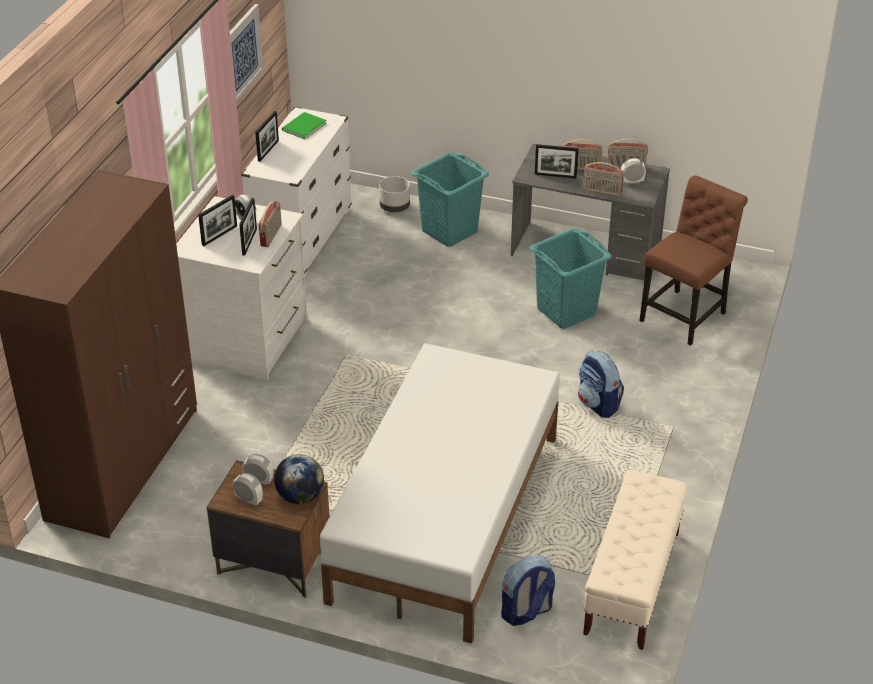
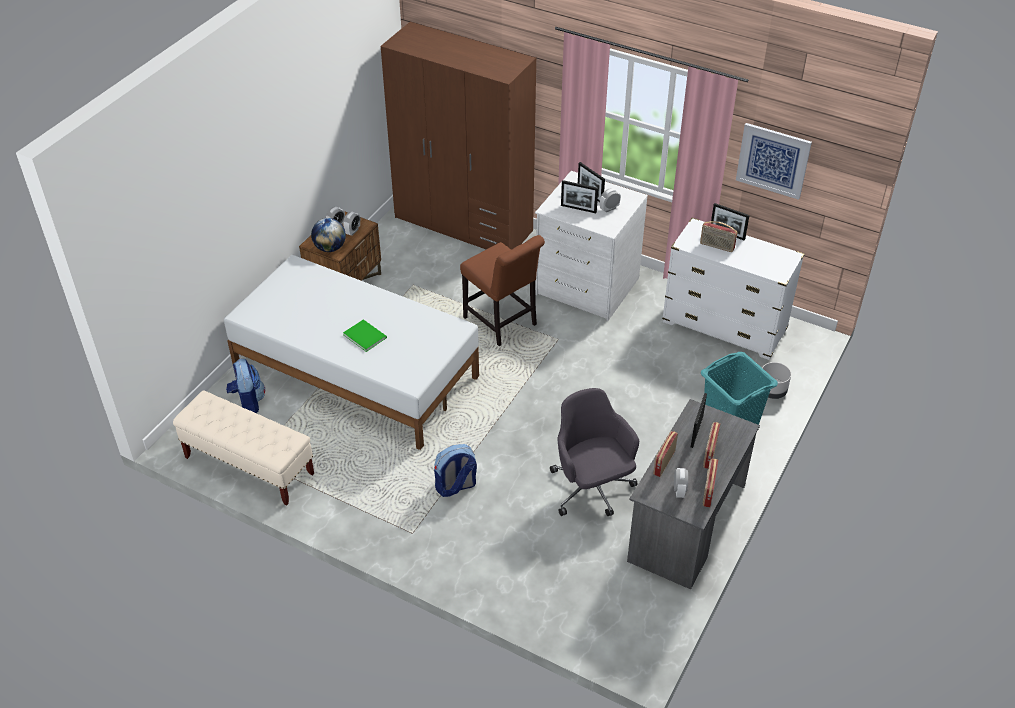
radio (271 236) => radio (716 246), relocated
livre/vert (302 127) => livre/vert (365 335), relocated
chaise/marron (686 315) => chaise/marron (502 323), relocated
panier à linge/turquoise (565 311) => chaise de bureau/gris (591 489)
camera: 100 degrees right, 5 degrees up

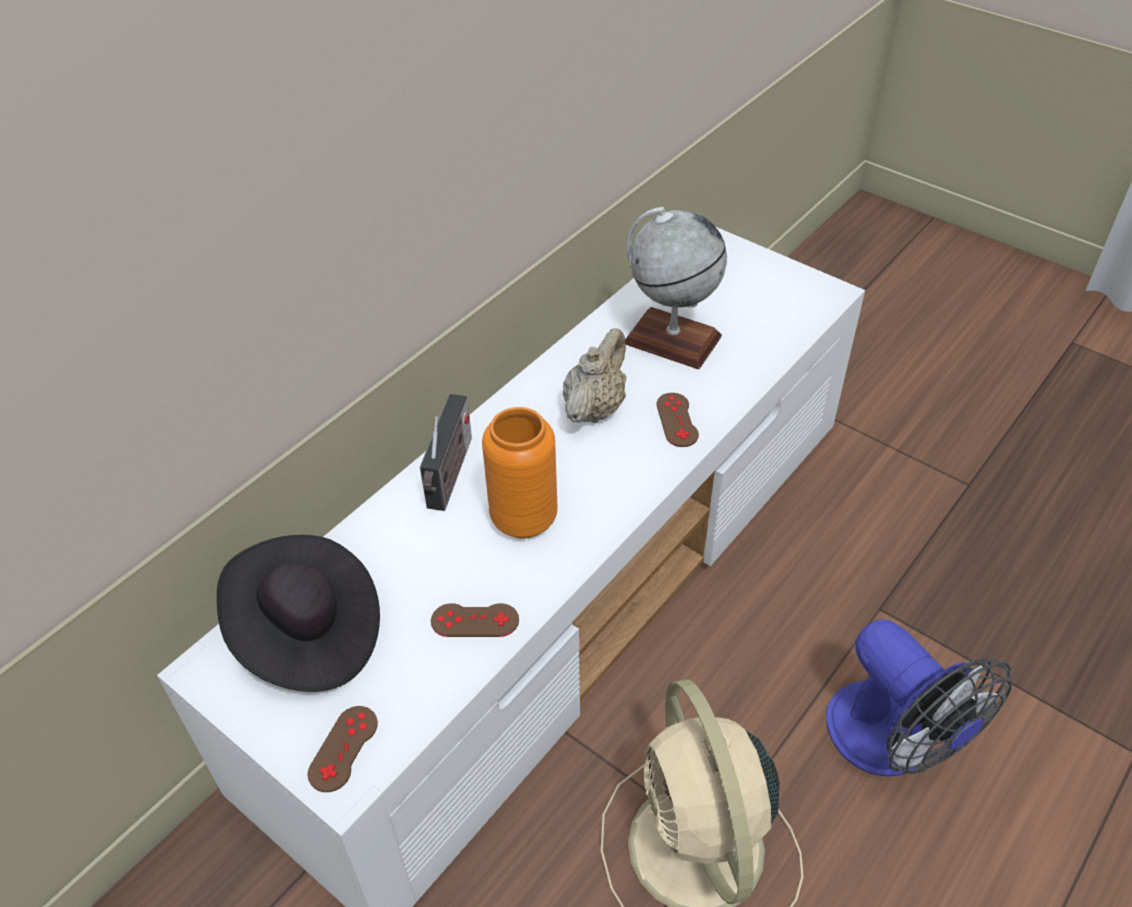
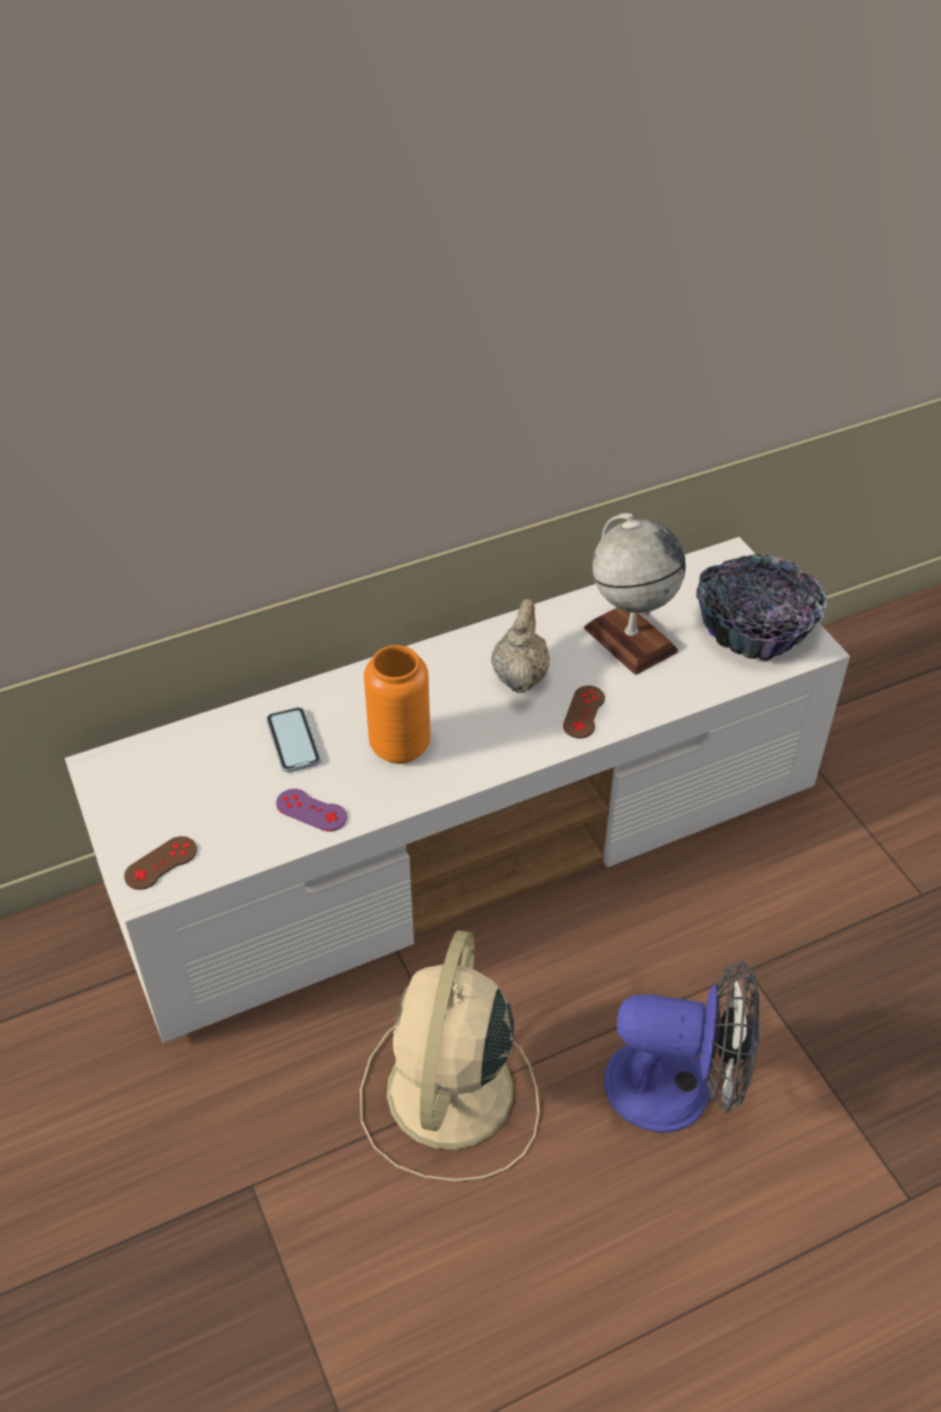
chapeau/noir (307 635) => nothing
radio (450 476) => nothing
nothing => téléphone (293 741)
nothing => bol (756 627)
manette/marron (475 620) => manette/violet (311 810)
théière/beige (595 407) => théière/beige (520 676), 45 degrees counterclockwise
ventilateur (892 744) => ventilateur (678 1088), 75 degrees counterclockwise
camera: 25 degrees right, 0 degrees up

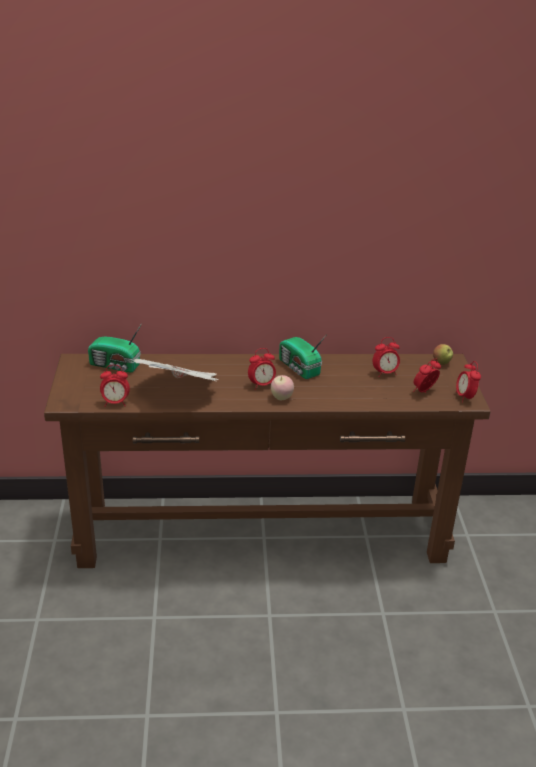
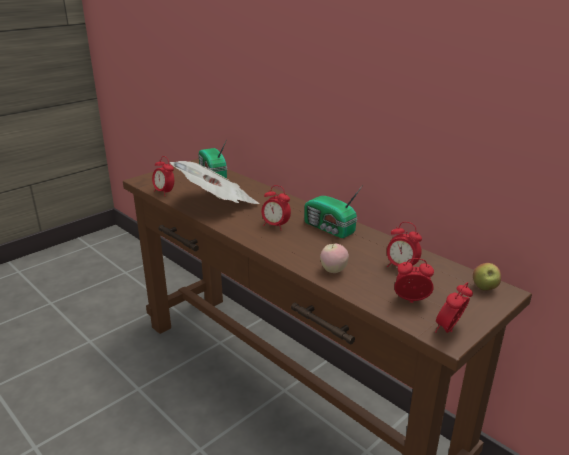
pomme (281 398) => pomme (333 270), relocated
radio (299 368) => radio (329 229), 60 degrees counterclockwise
camera: 50 degrees right, 5 degrees down

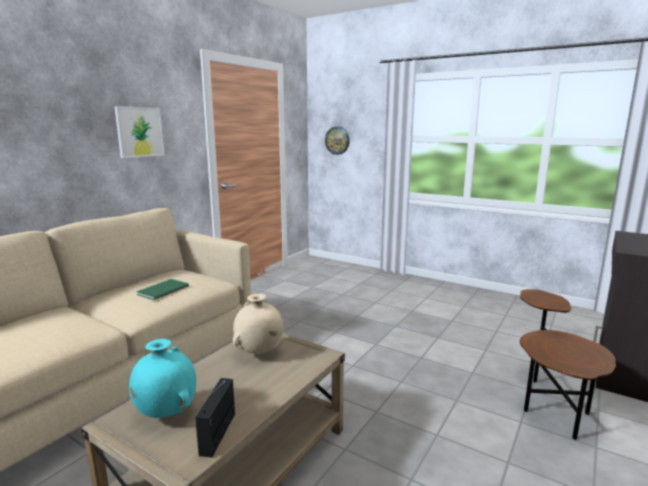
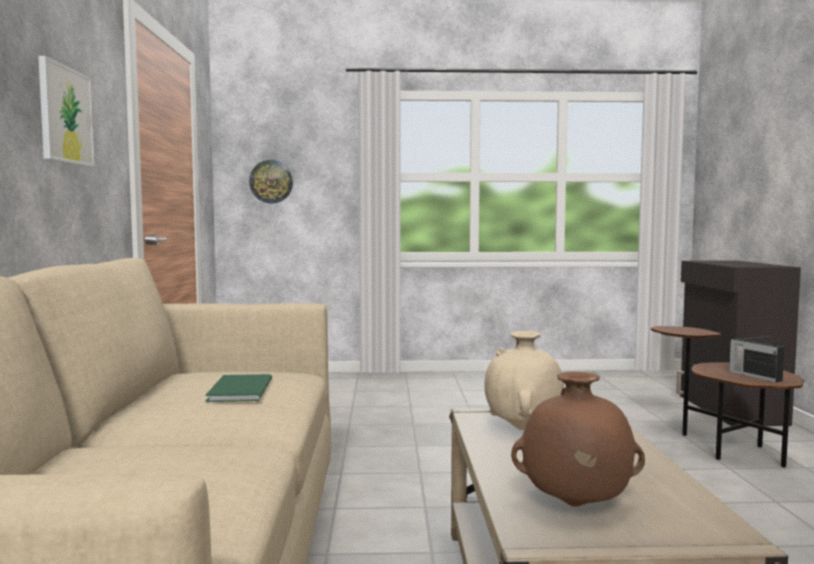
radio (218 432) => radio (754 376), relocated
vase/turquoise (166 413) => vase/marron (575 506)
camera: 35 degrees left, 10 degrees down

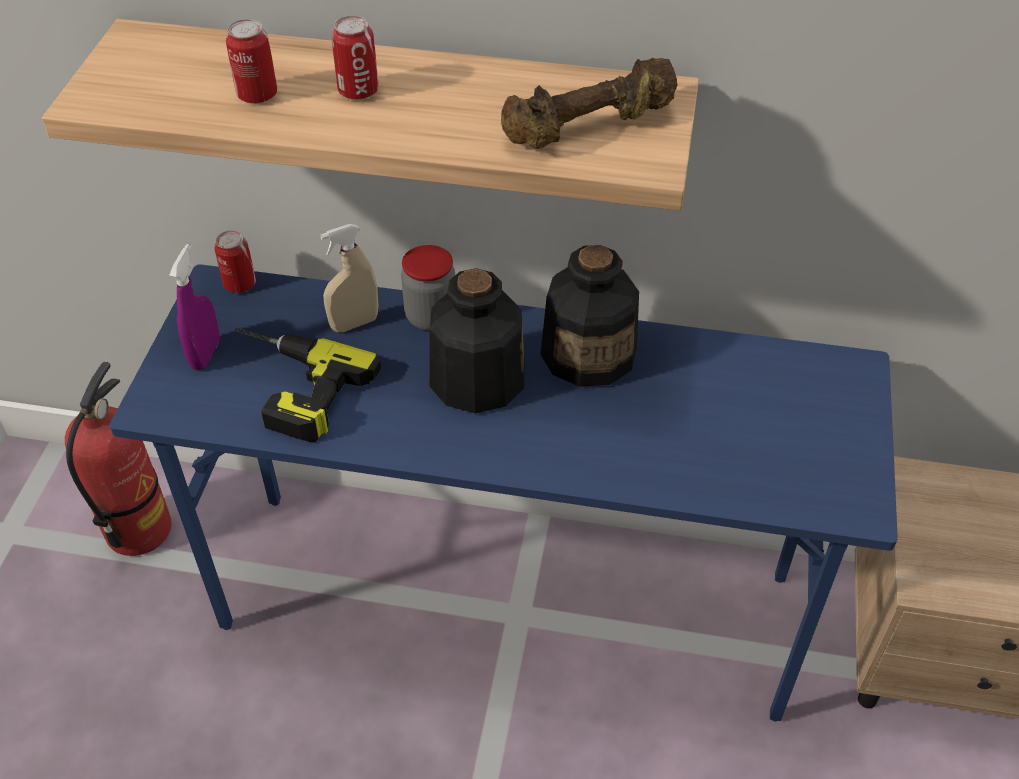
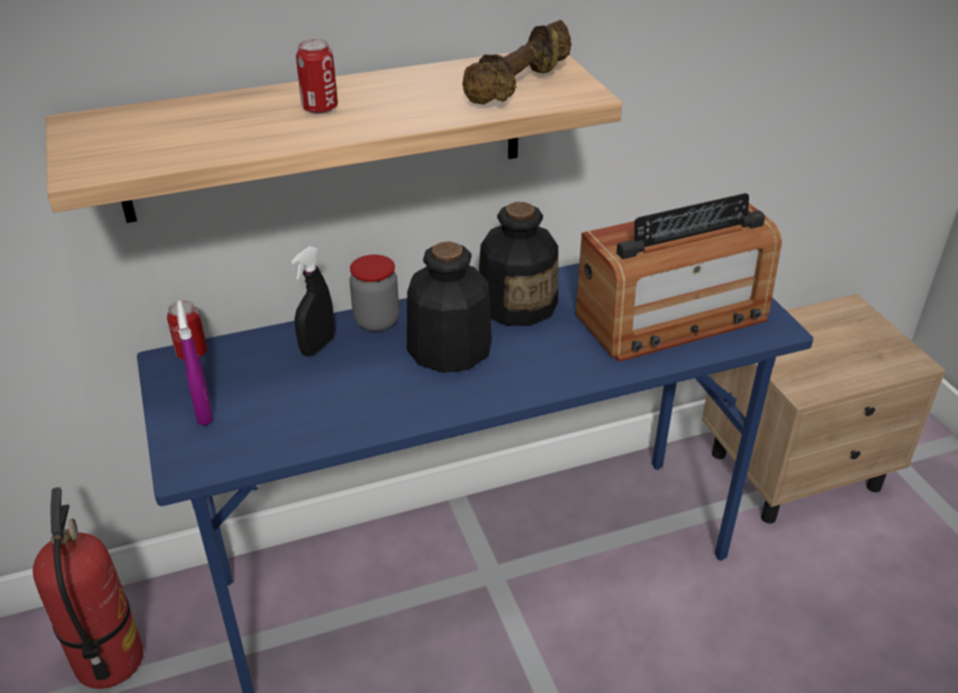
boîte métallique (257 95) => nothing
perceuse (287 387) => nothing
nothing => radio (672 317)
vaporisateur/beige (354 323) => vaporisateur/noir (317 346)
camera: 30 degrees left, 10 degrees down

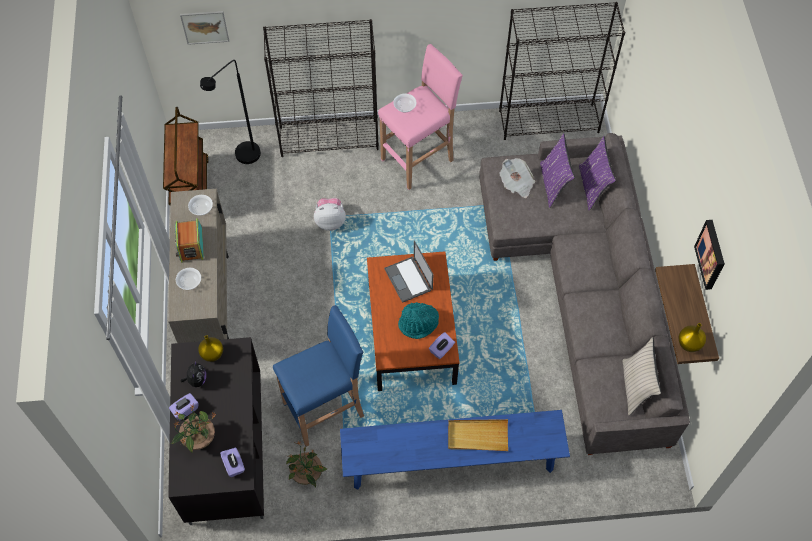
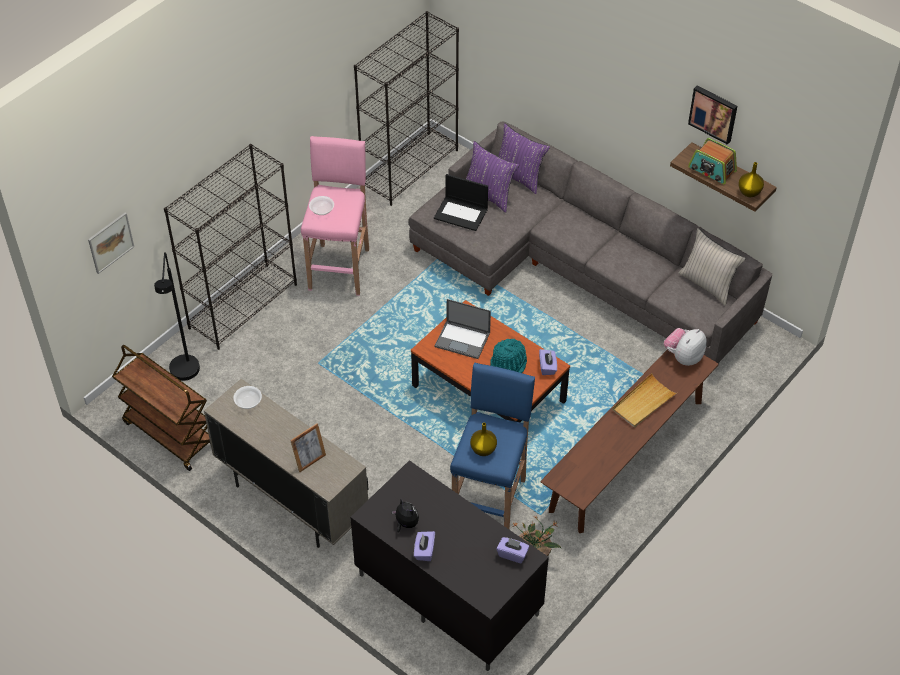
plante en pot (199 439) => nothing
radio (191 245) => radio (711 170), relocated
vase/jaune (212 354) => vase/jaune (482 449), relocated
peluche (330 221) => peluche (683 357), relocated
bol (190 282) => cadre photo (310 460)
journal (516 183) => ordinateur portable (461 213)
banc/bleu (452 462) => banc/marron (627 455)
camera: 45 degrees left, 10 degrees down

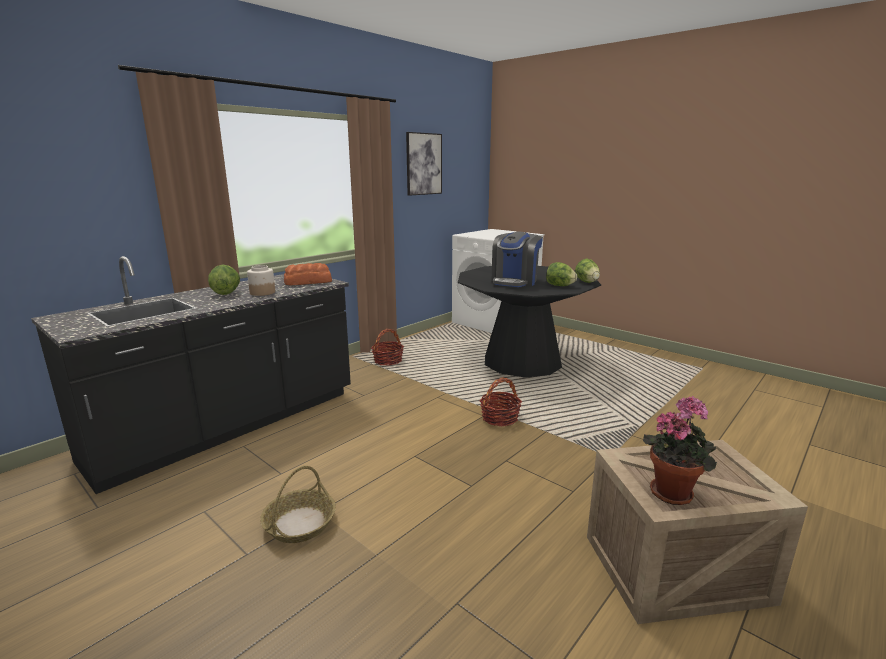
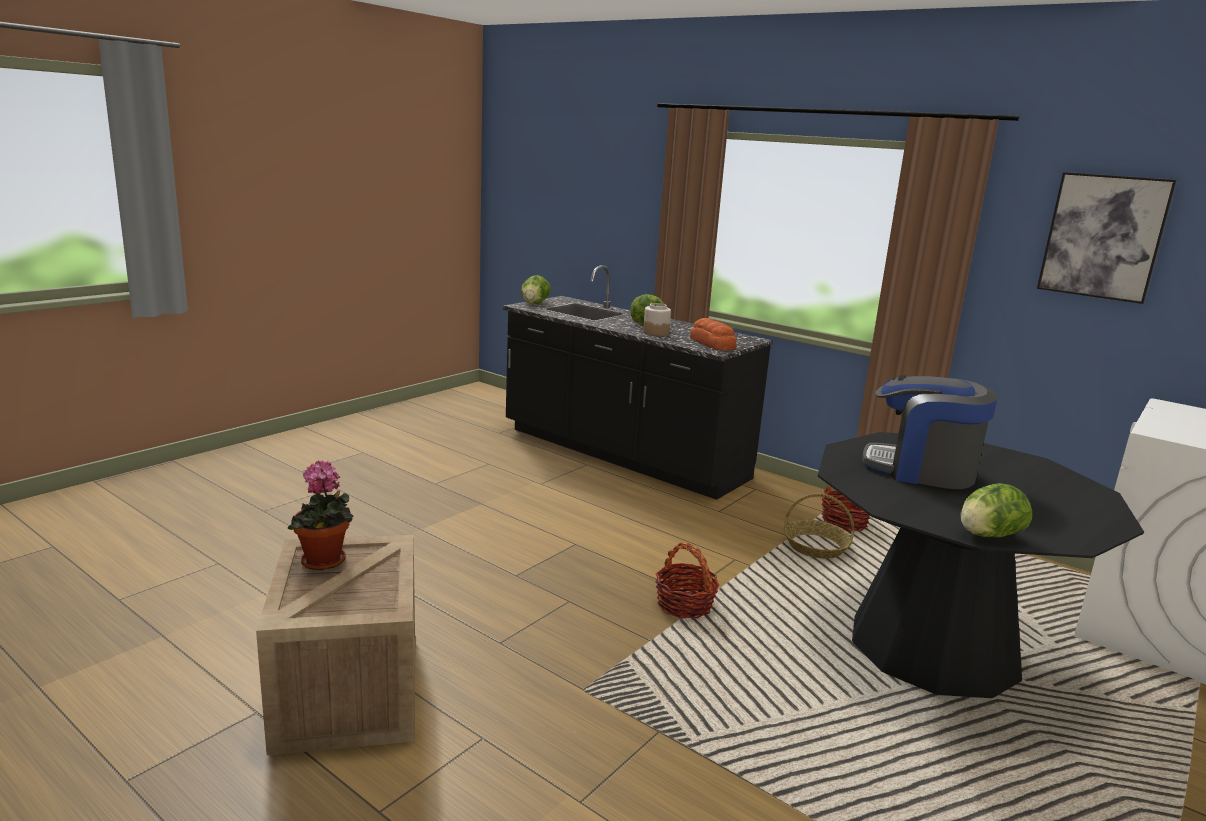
panier (300 524) => panier (815 547), relocated
laitue (560 286) => laitue (534 303), relocated
camera: 85 degrees right, 0 degrees up

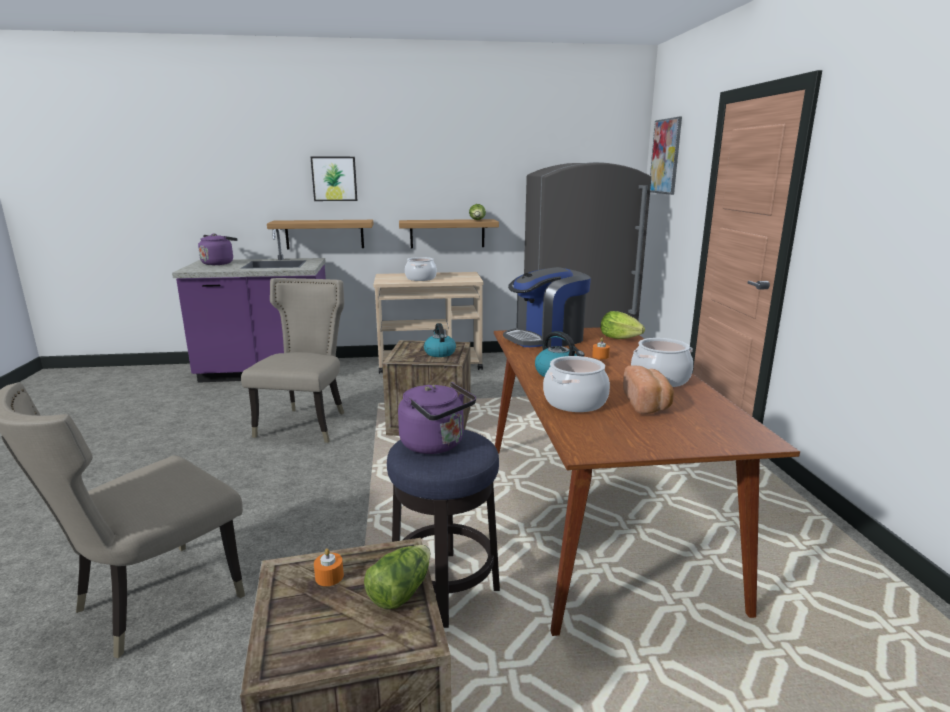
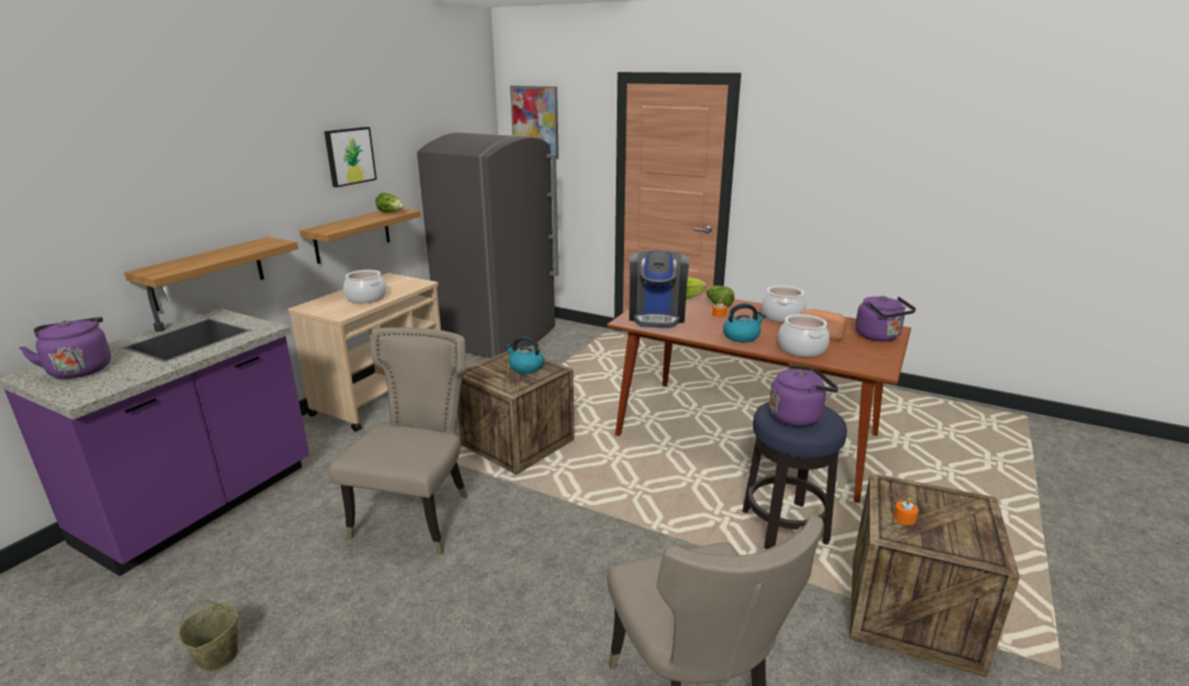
nothing => seau/beige (218 657)
nothing => bouilloire/violet (879 337)
tableau (334 178) => tableau (349 156), relocated
laitue (400 591) => laitue (718 304), relocated
chaise/beige (306 424) => chaise/beige (418 515), 60 degrees clockwise
camera: 55 degrees left, 5 degrees up

